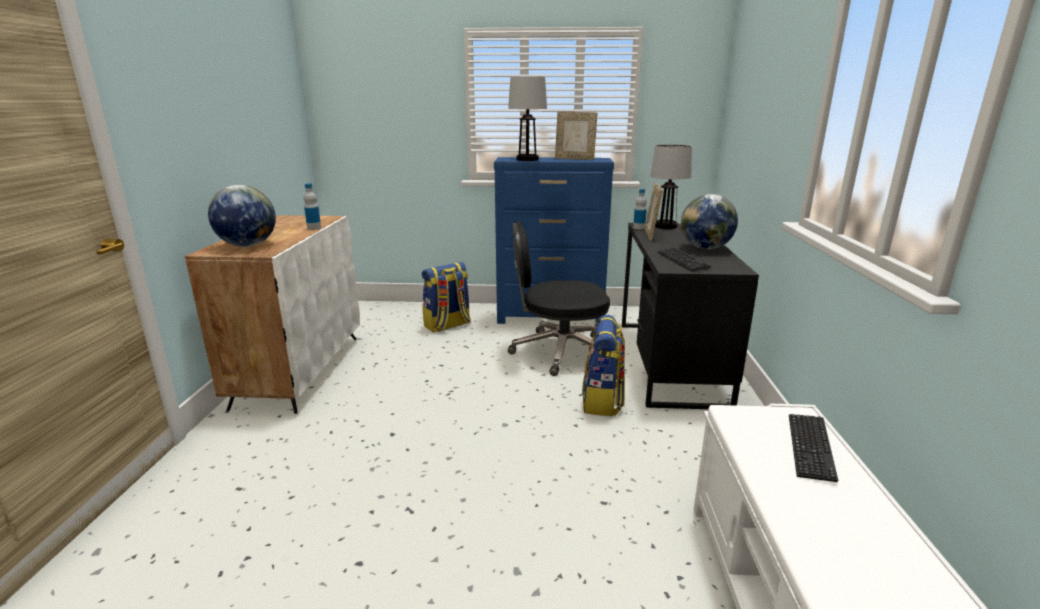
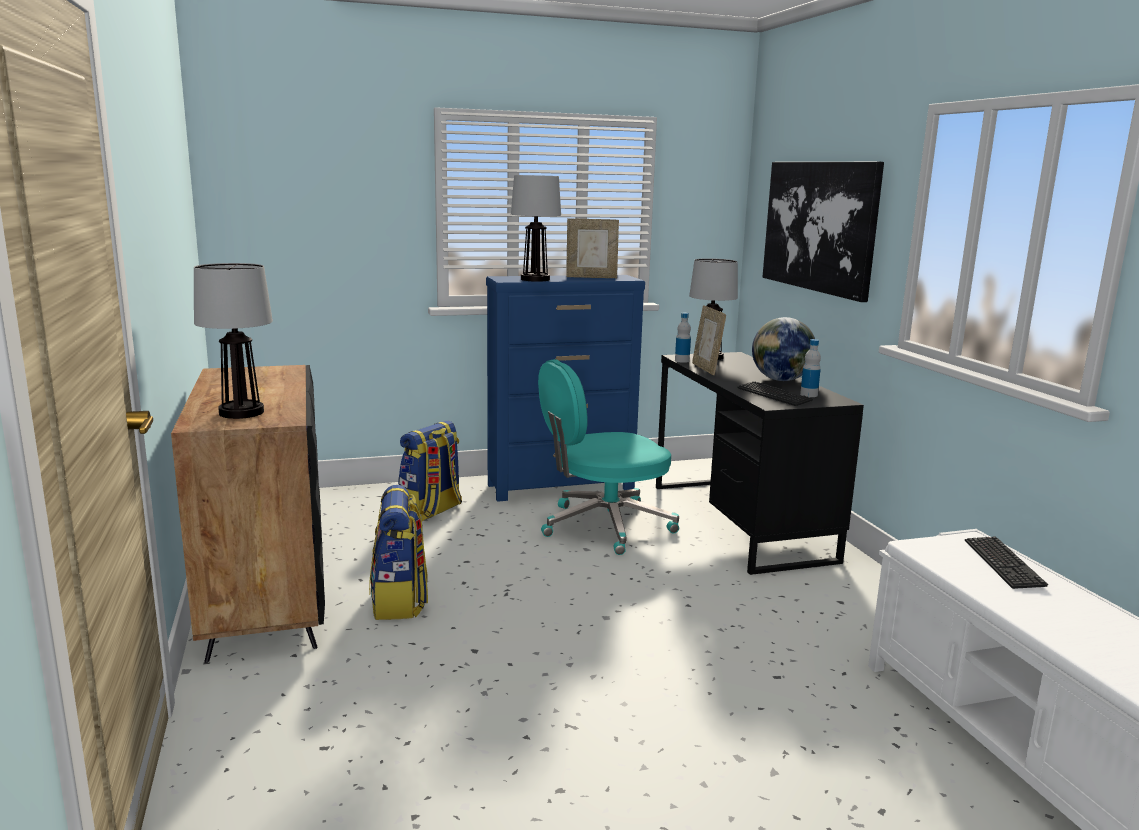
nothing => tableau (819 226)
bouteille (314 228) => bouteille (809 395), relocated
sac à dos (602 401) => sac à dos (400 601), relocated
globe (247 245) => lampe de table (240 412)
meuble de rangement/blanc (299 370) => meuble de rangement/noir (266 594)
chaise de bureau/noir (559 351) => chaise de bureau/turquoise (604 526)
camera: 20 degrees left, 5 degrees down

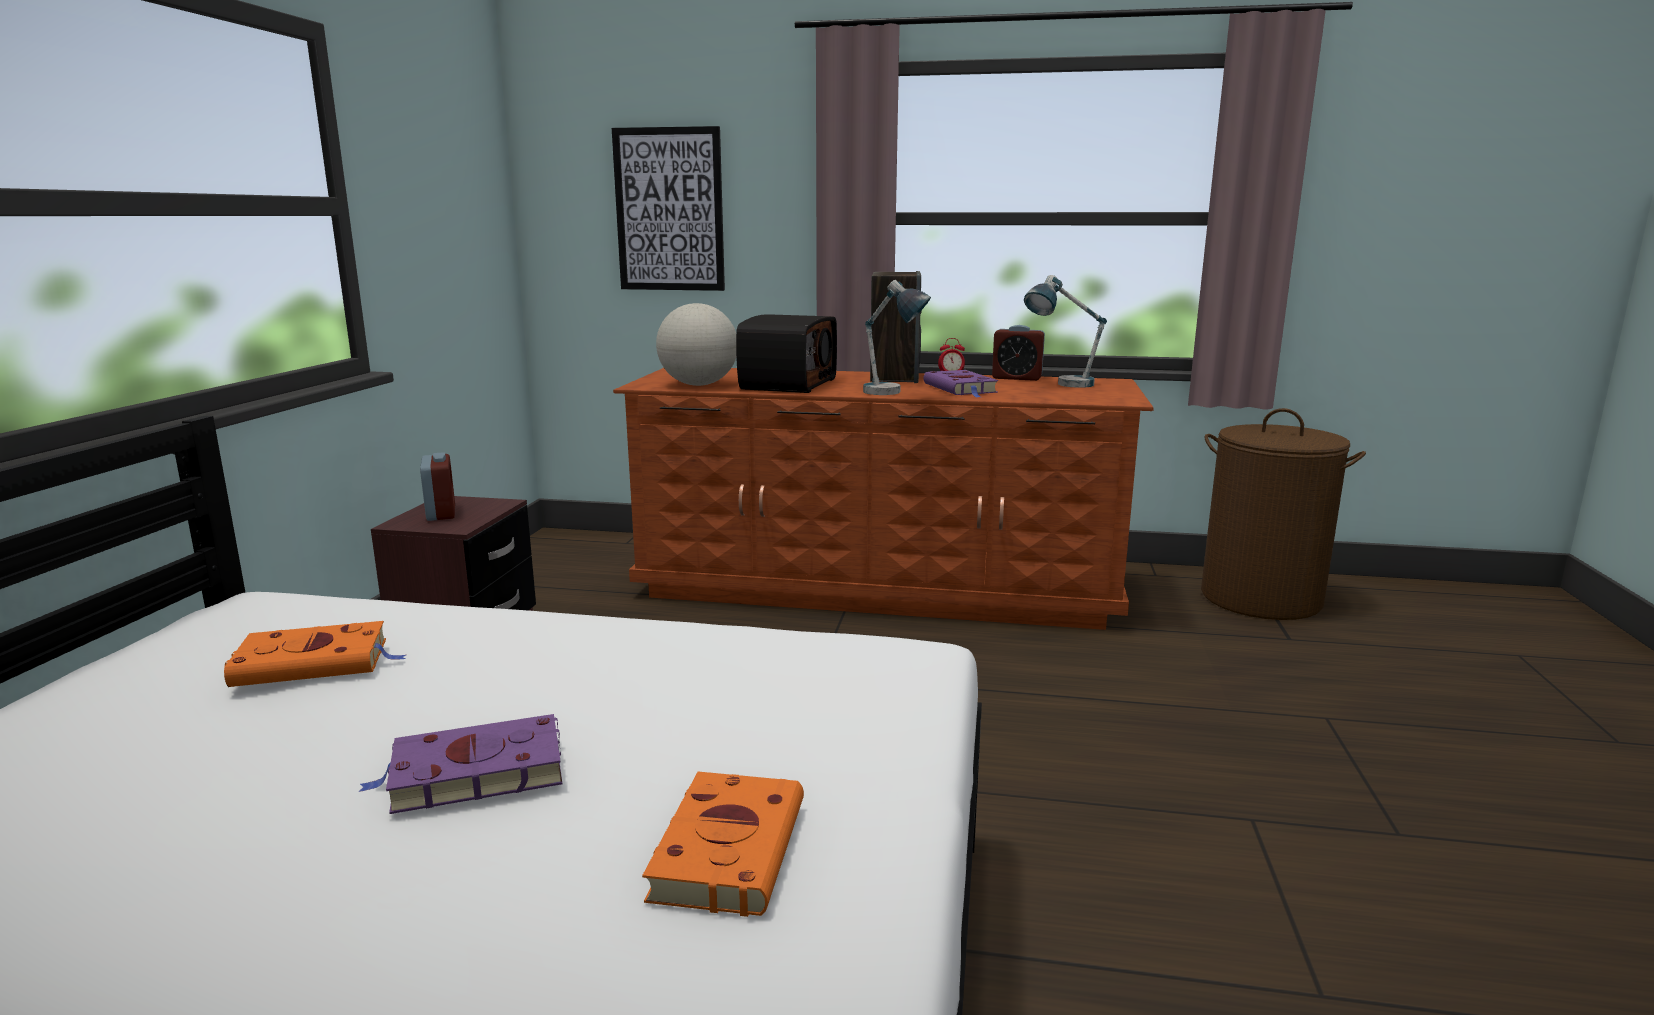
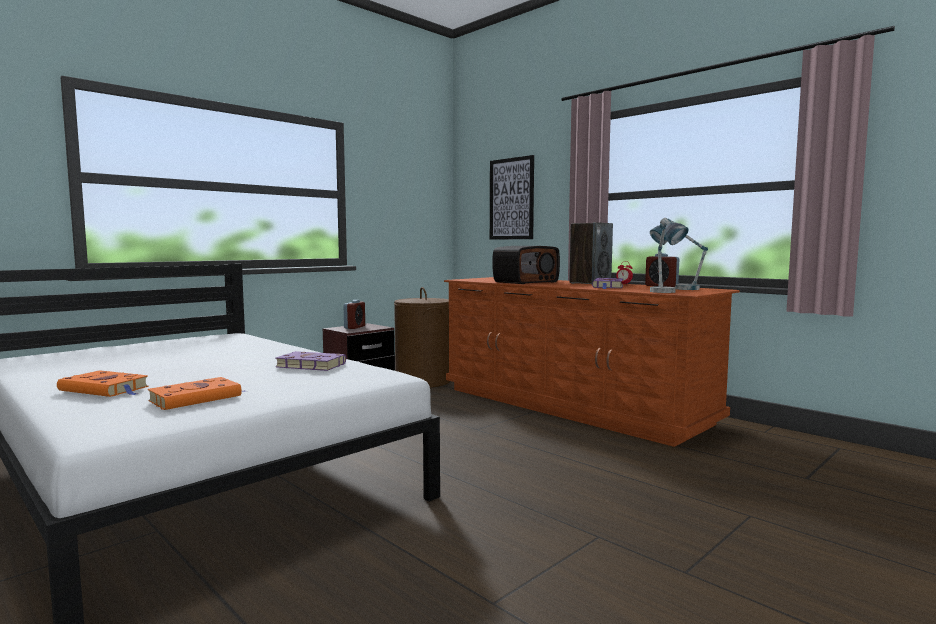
globe (699 385) => nothing
livre/orange (316 663) => livre/orange (106 389), relocated
livre/violet (472 774) => livre/violet (309 365), relocated
lampe de table (892 394) => lampe de table (666 292), relocated
panier à linge/marron (1261 598) => panier à linge/marron (423 381), relocated
camera: 35 degrees right, 10 degrees down

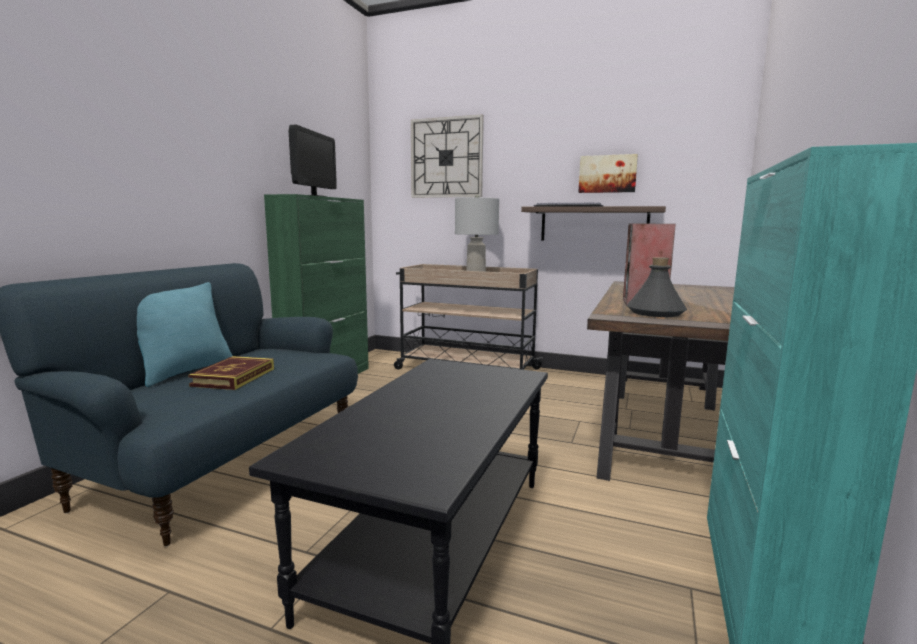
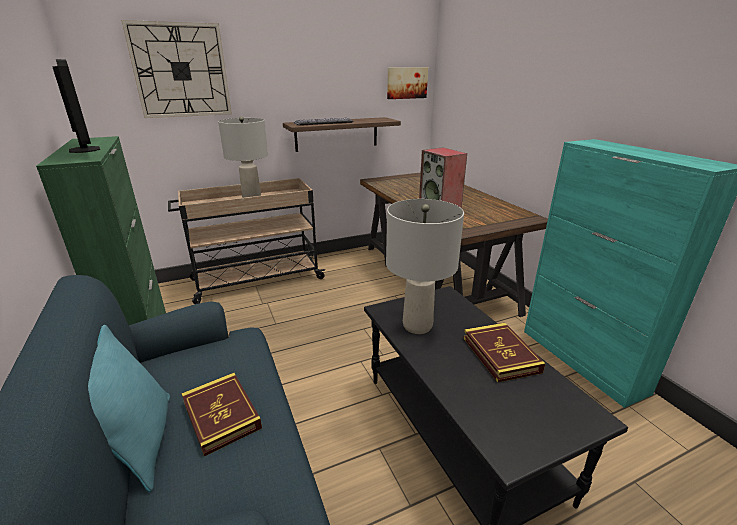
bouteille/gris (655 313) => nothing
nothing => lampe de table/gris (417 325)
nothing => livre (500 354)
tableau (607 174) => tableau (406 83), relocated
camera: 45 degrees left, 15 degrees up

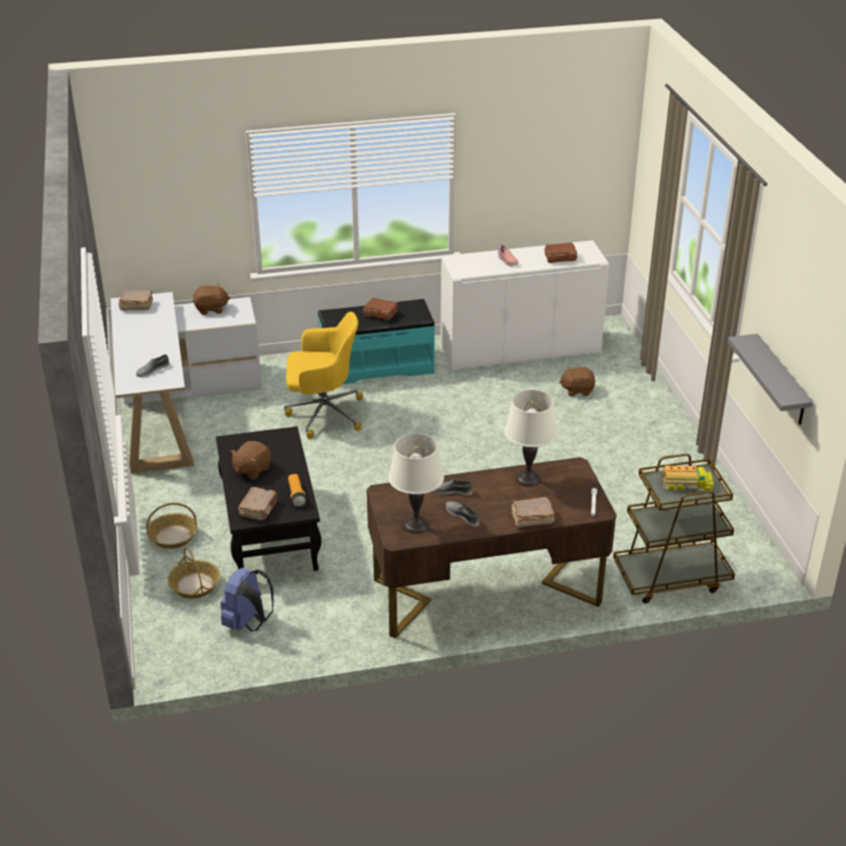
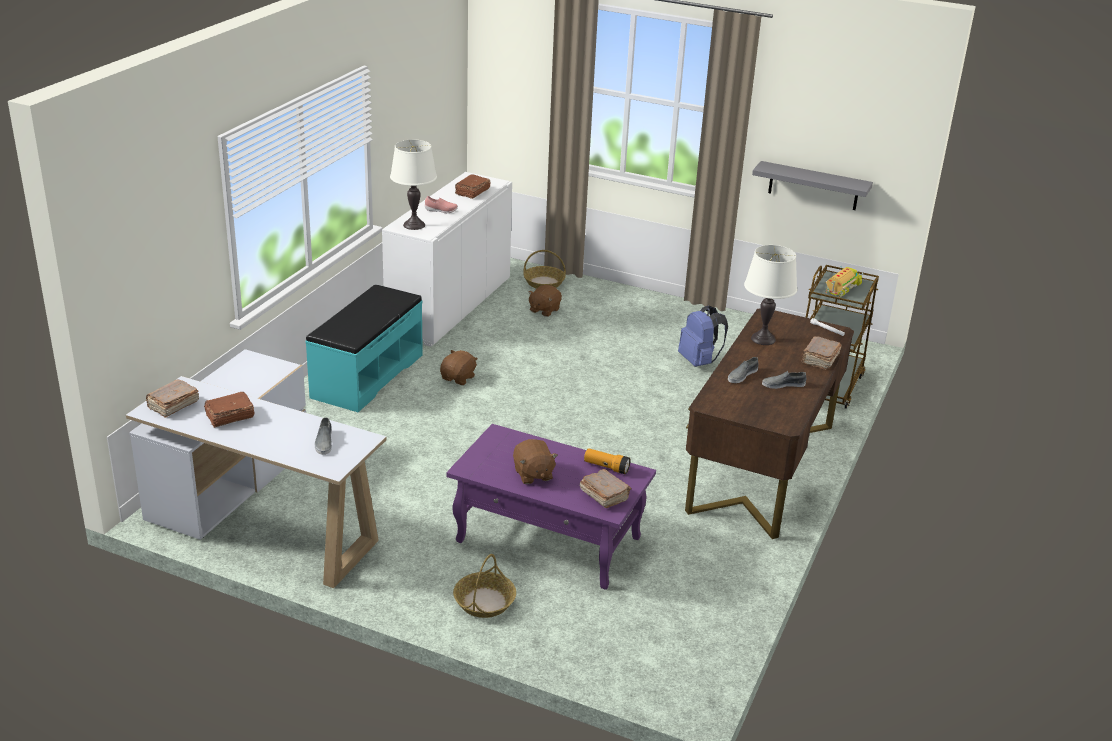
chaise de bureau/jaune (323 413) => nothing
panier (194 585) => panier (543 283), relocated
peluche/marron (211 309) => peluche/marron (458 378), relocated
sac à dos/bleu (248 623) => sac à dos/bleu (699 362), relocated
livre/marron (380 314) => livre/marron (229 417), relocated
lampe de table/blanc (416 525) => lampe de table/blanc (414 225), relocated
table basse/noir (270 532) => table basse/violet (550 540)
camera: 55 degrees left, 5 degrees down

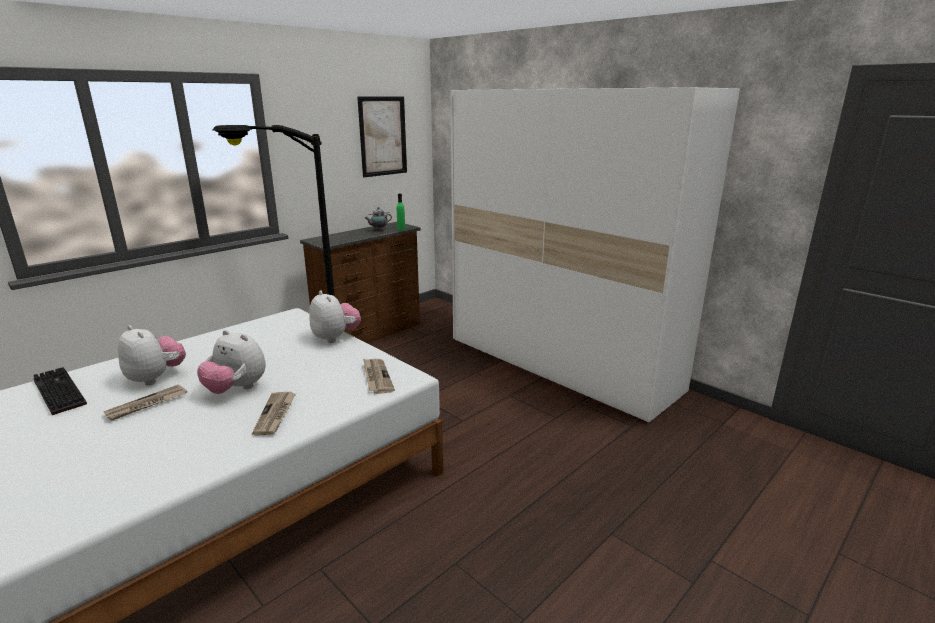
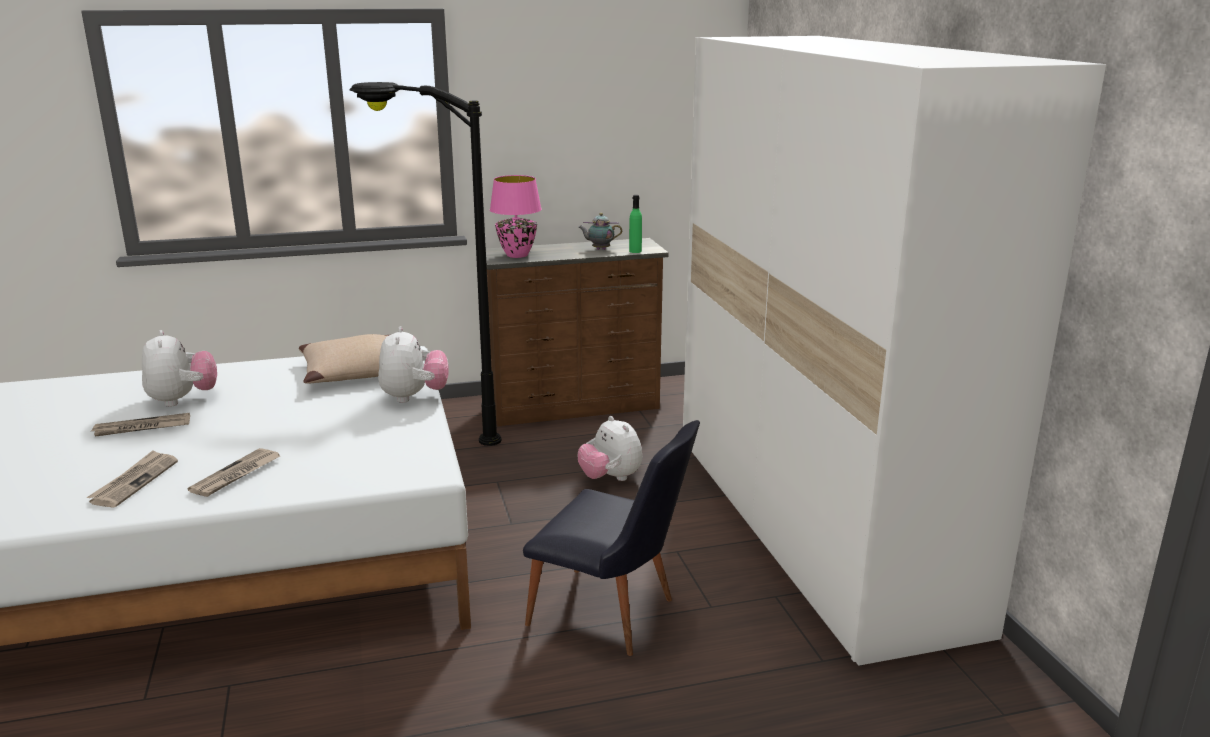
clavier (57 392) => nothing
tableau (383 136) => nothing
nothing => coussin/beige (353 372)
nothing => lampe de table/rose (517 255)
nothing => chaise/noir (613 616)
peluche (236 389) => peluche (610 478), relocated
journal (376 377) => journal (134 481), relocated
camera: 30 degrees right, 0 degrees up

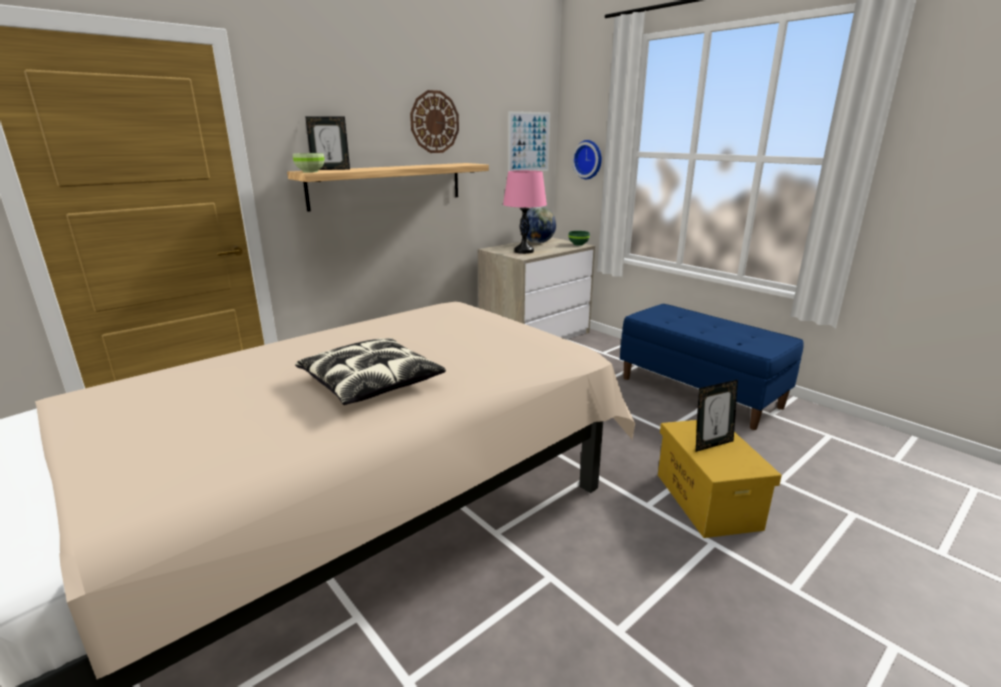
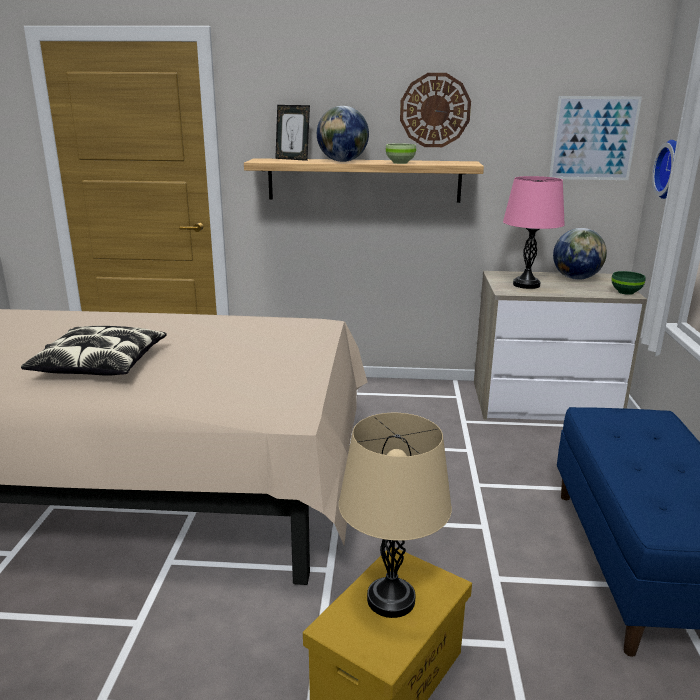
nothing => globe (342 161)
bol/vert (310 171) => bol/vert (400 163), relocated
cadre photo (711 444) => lampe de table/beige (391 599)
camera: 45 degrees right, 0 degrees up

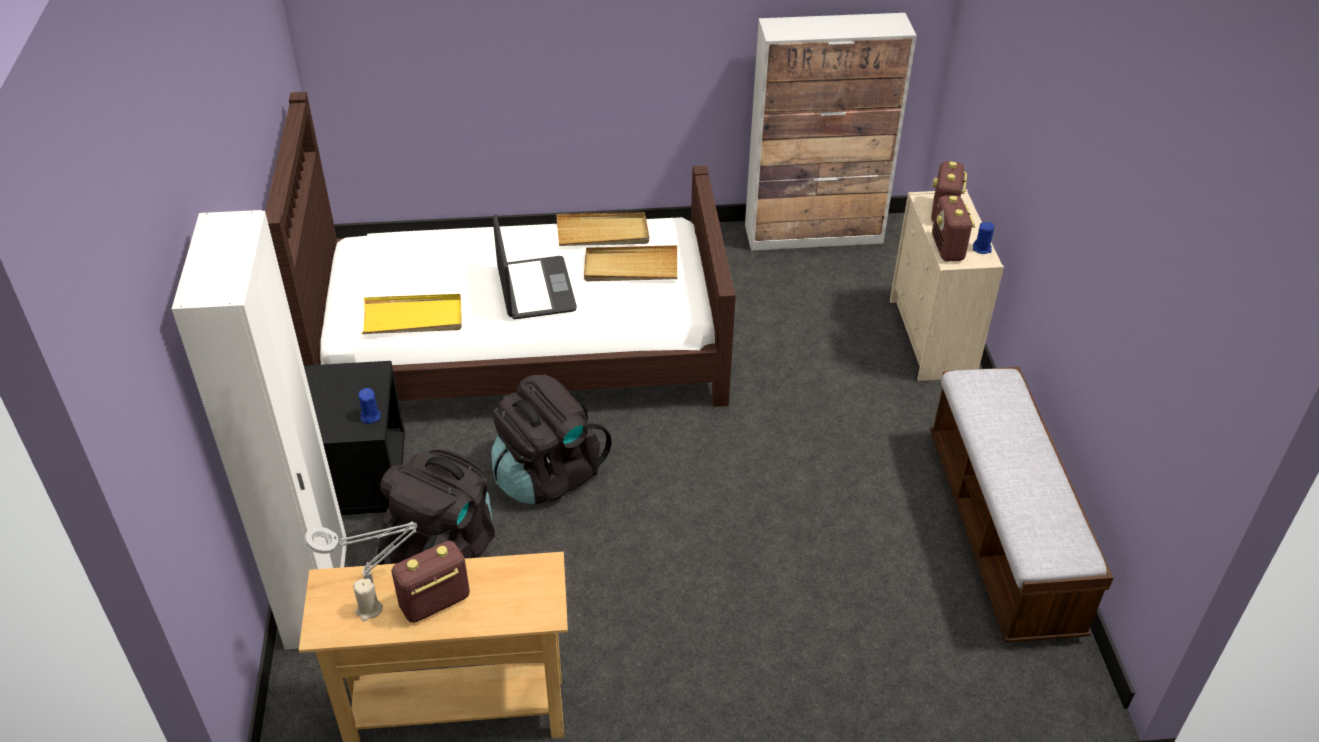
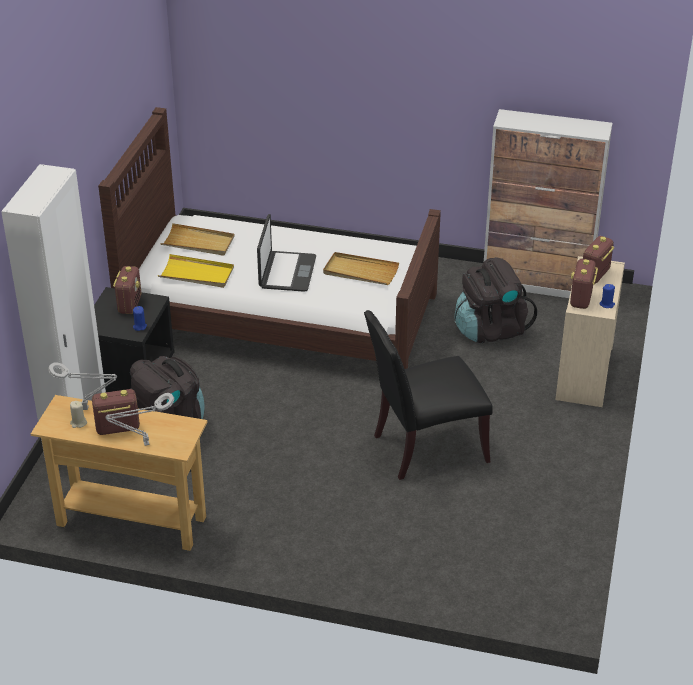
banc (1001 533) => nothing
nothing => lampe de table/gris (144 444)
nothing => radio (129 304)
nothing => chaise/noir (425 448)
sac à dos/noir (547 476) => sac à dos/noir (490 329), relocated
plateau/beige (603 233) => plateau/beige (198 242), relocated
camera: 20 degrees right, 5 degrees down

